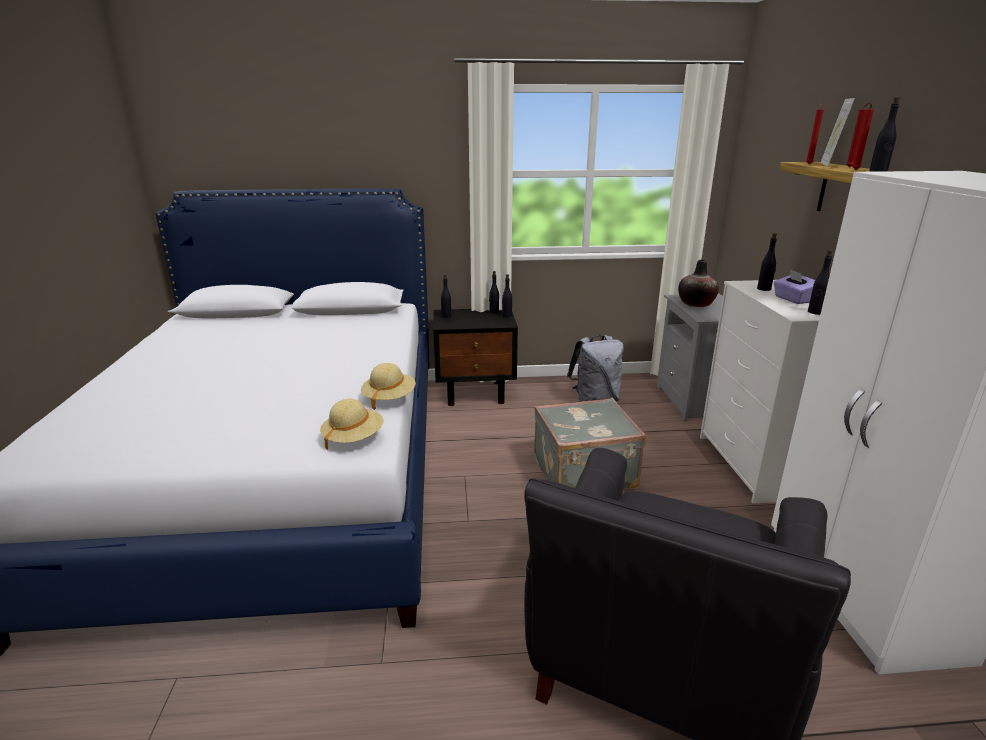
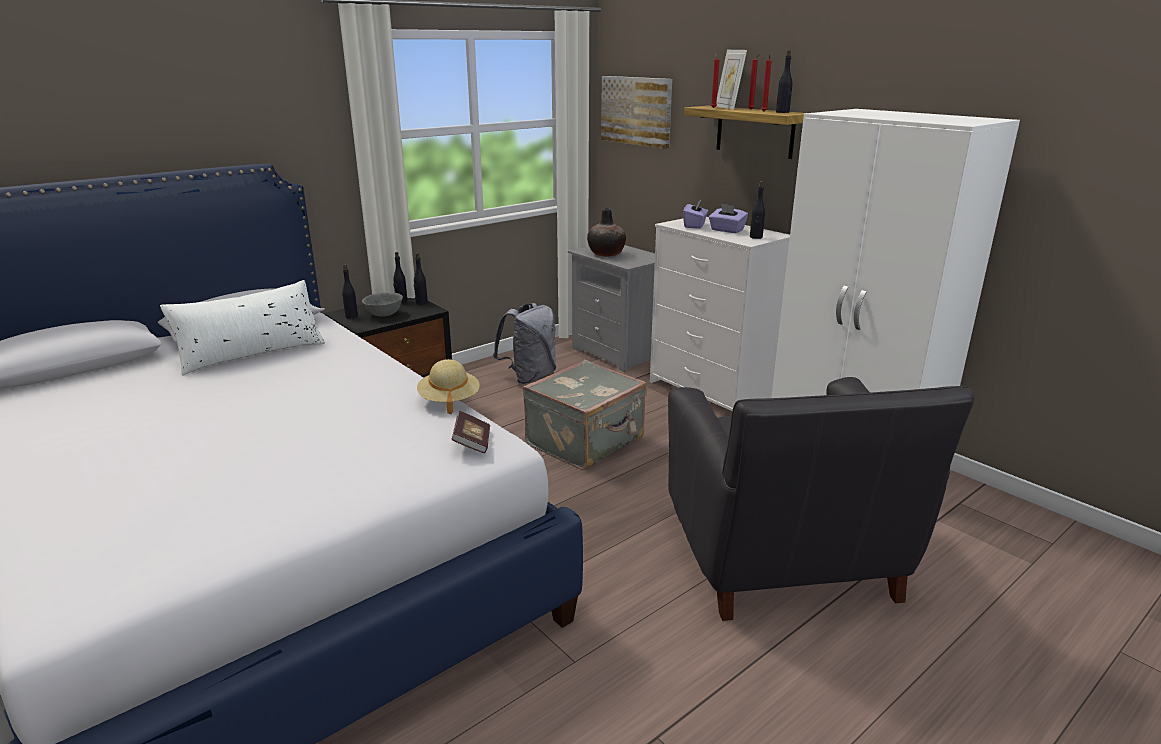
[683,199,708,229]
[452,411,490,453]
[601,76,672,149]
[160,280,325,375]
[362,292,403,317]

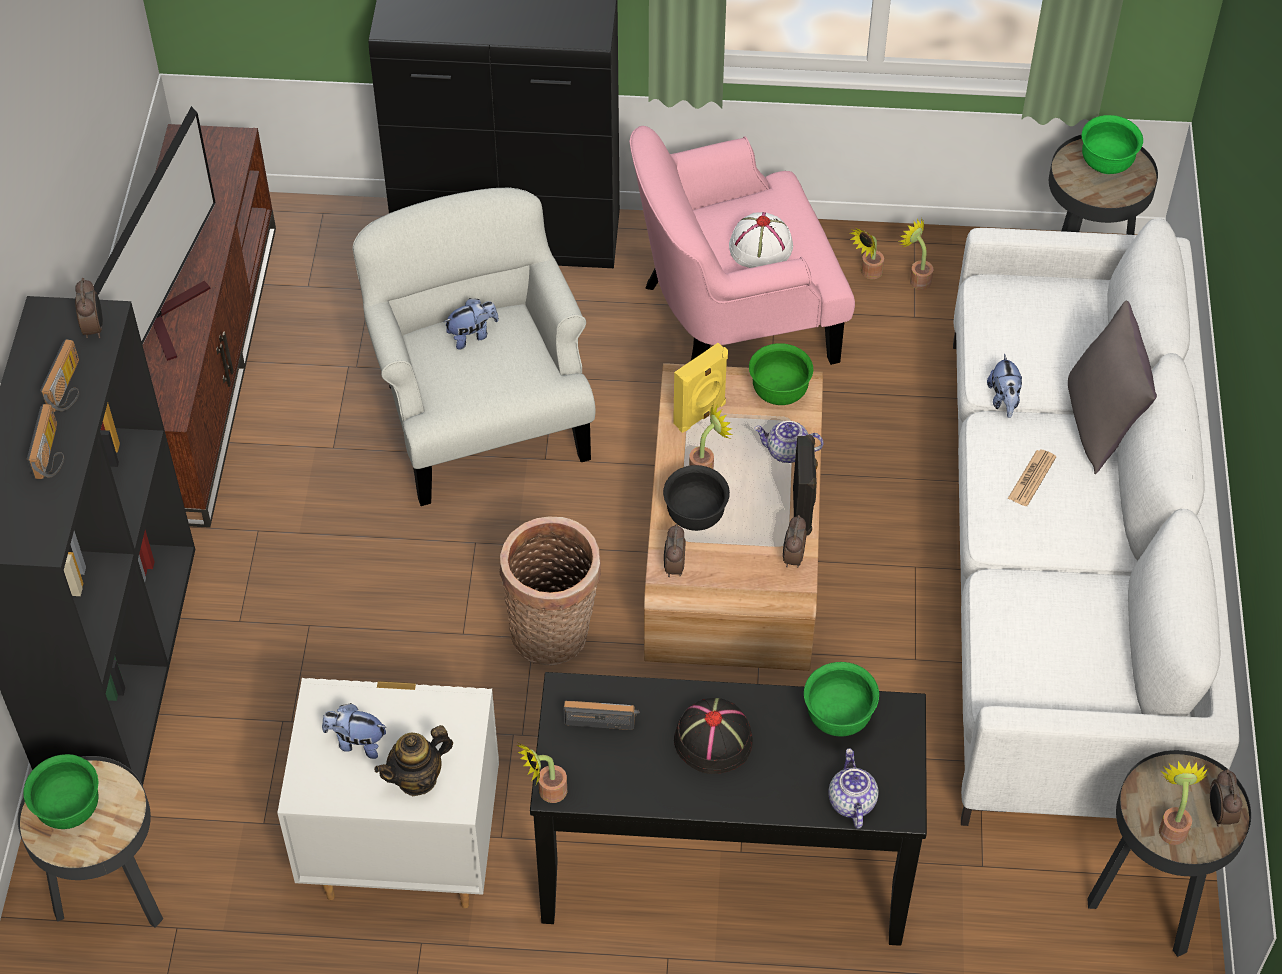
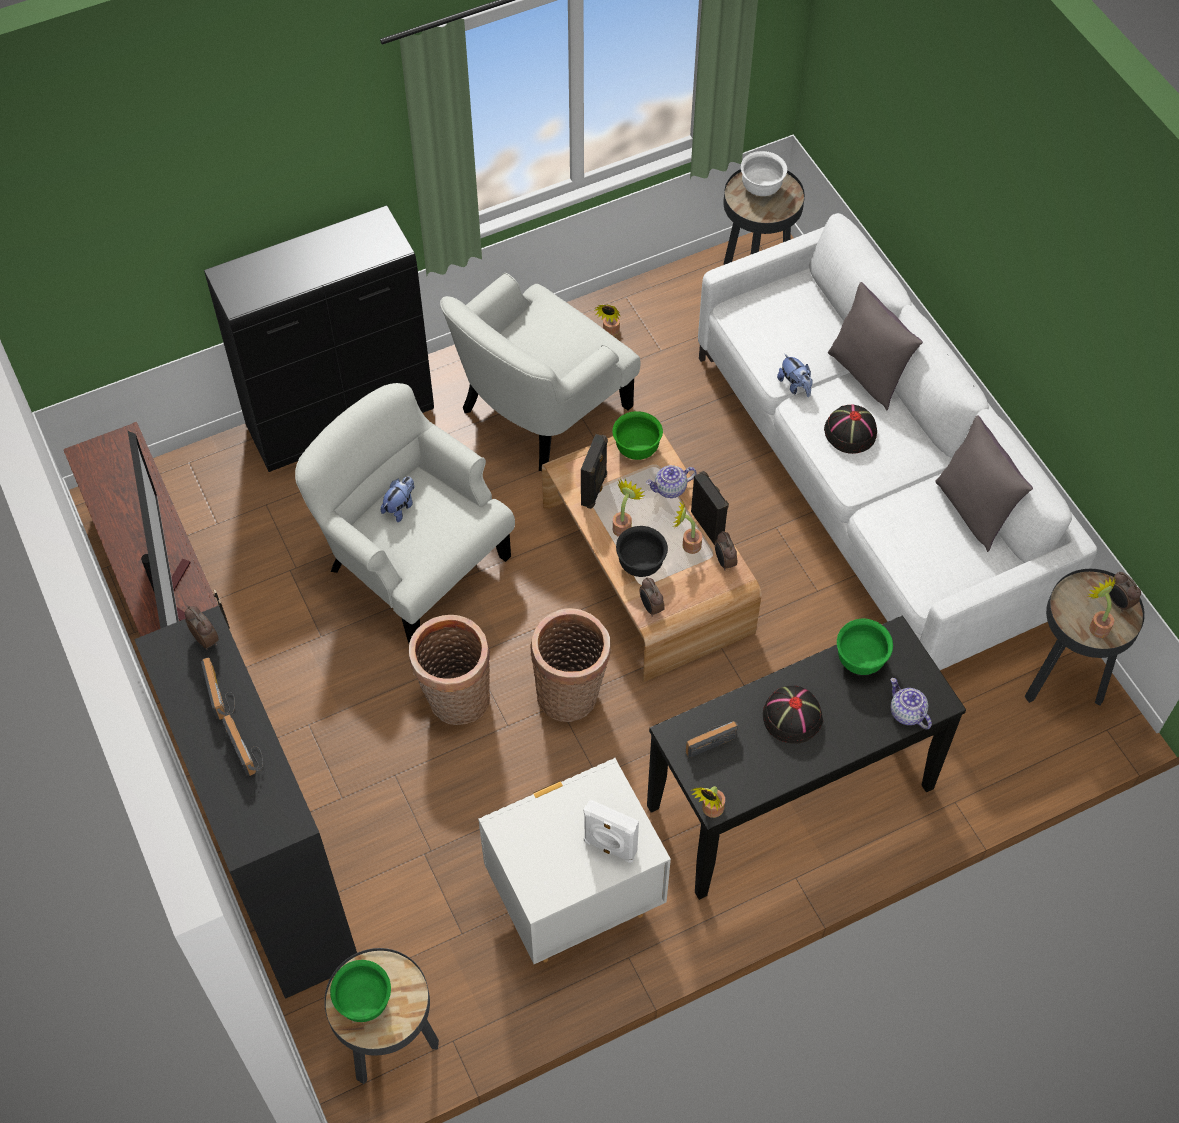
[741,151,787,196]
[440,273,641,471]
[729,212,793,268] (first image)
[673,501,703,554]
[581,434,608,509]
[824,405,877,454]
[322,703,387,759] (first image)
[584,799,639,862]
[935,416,1033,552]
[409,615,490,725]

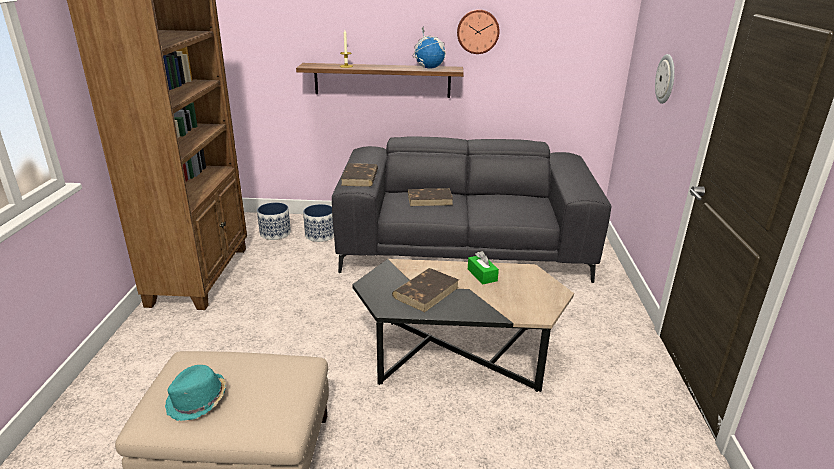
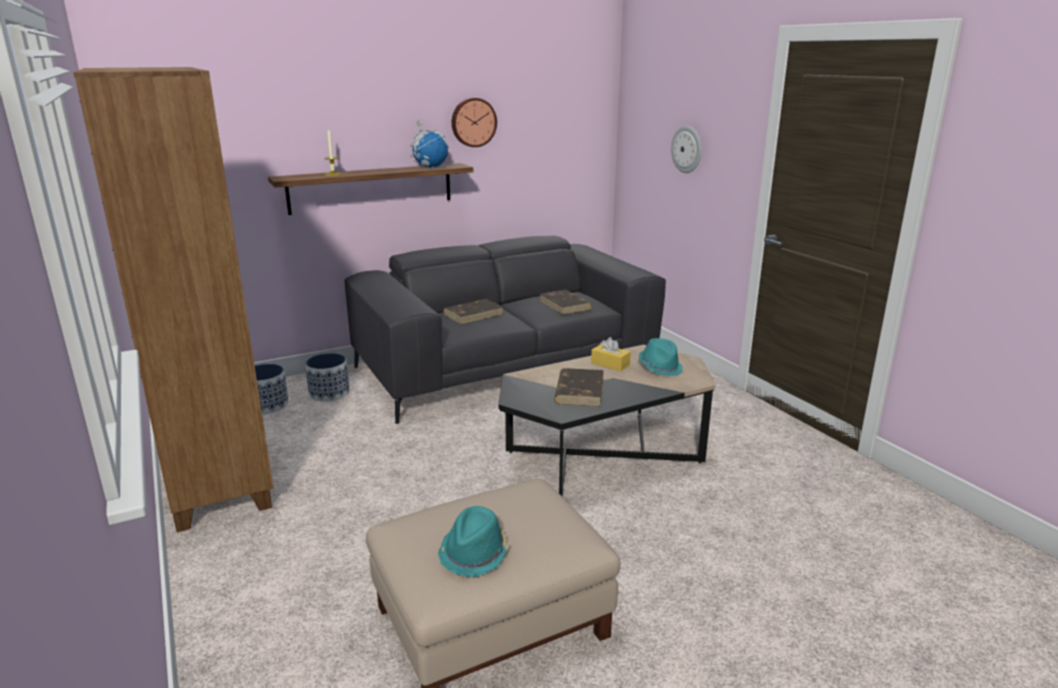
[540,290,592,315]
[591,337,631,371]
[639,338,683,376]

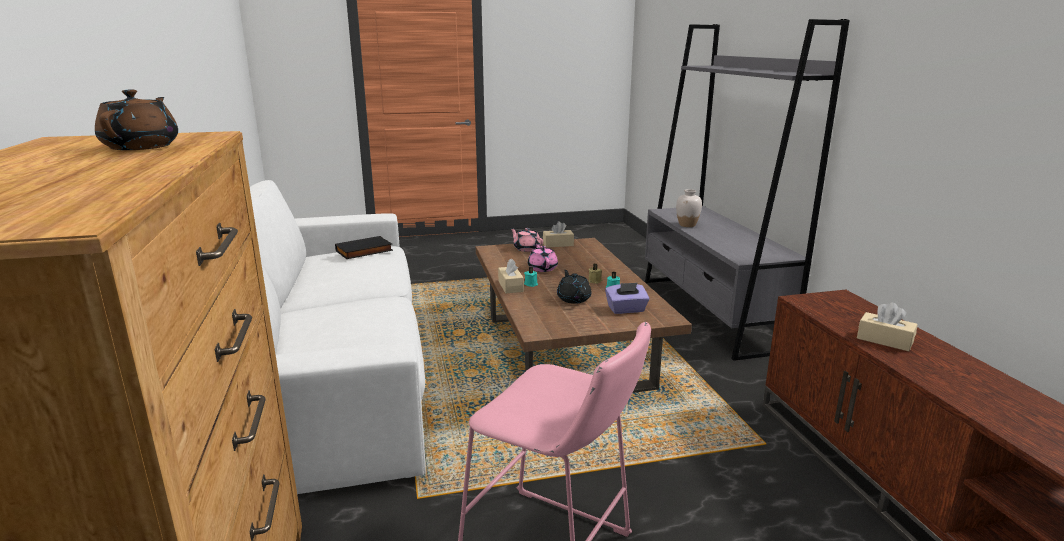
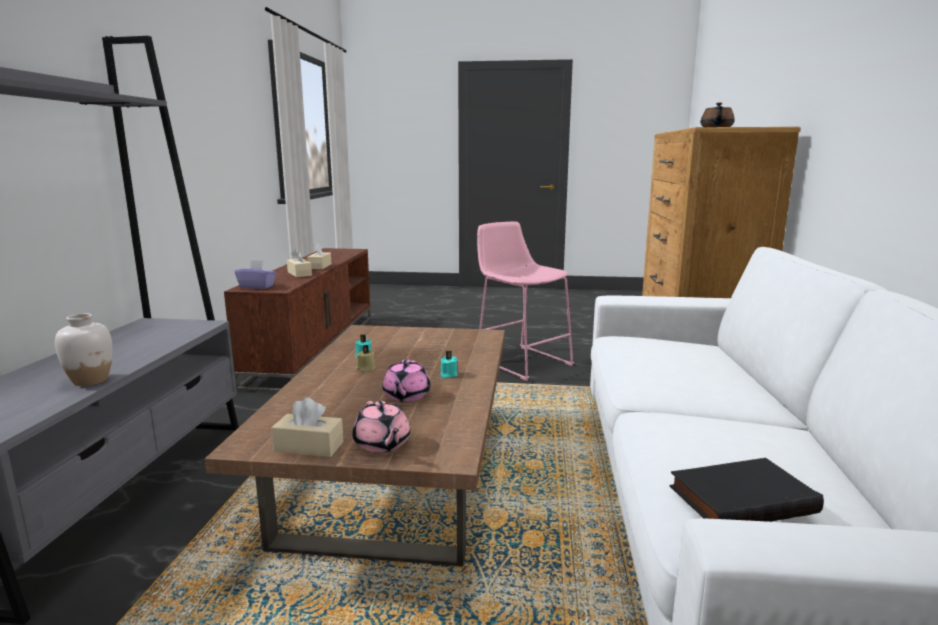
[307,243,332,269]
[557,270,591,304] (first image)
[235,260,276,289]

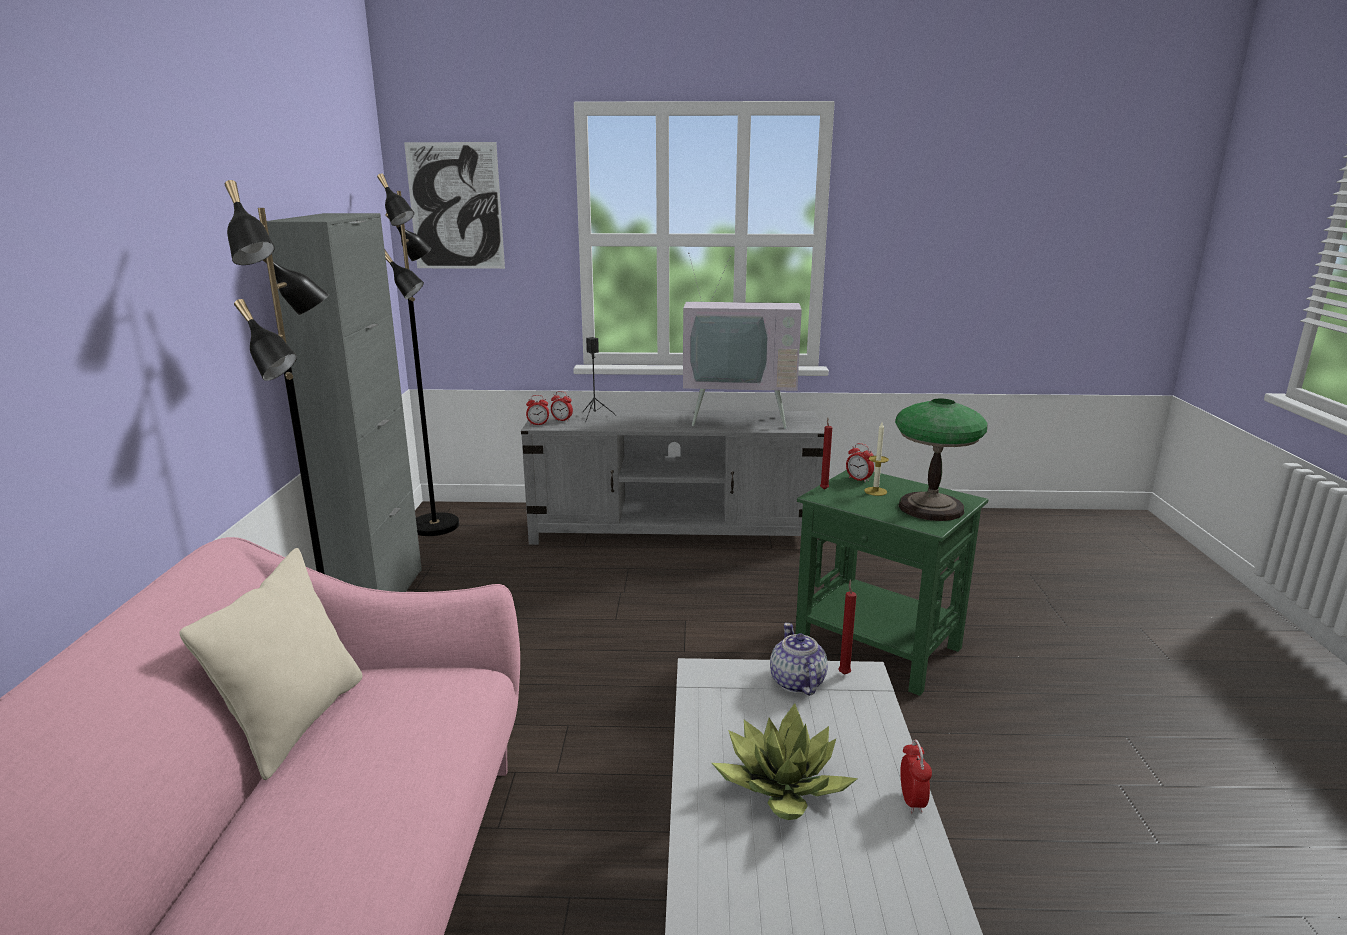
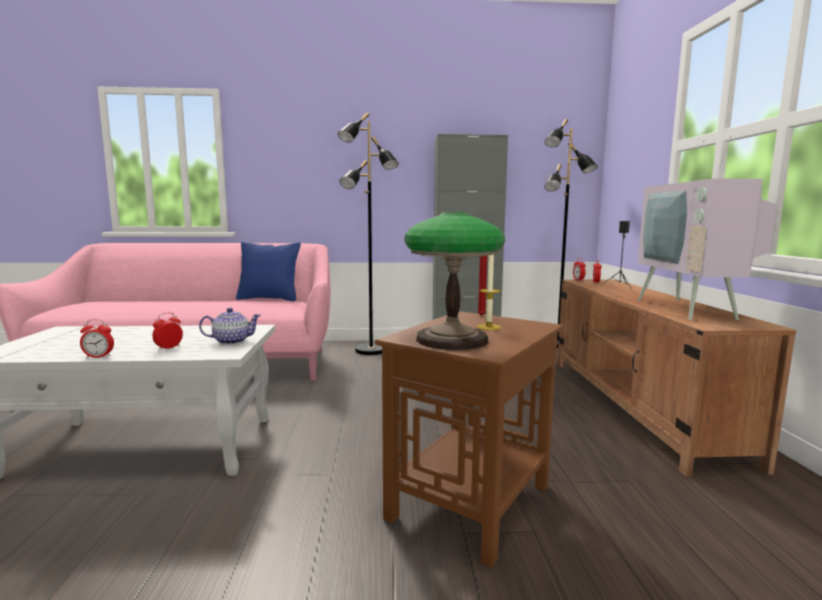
[404,142,505,269] (first image)
[557,279,796,477]
[152,312,183,351]
[375,311,563,568]
[236,242,301,301]
[838,579,857,675] (first image)
[712,703,858,820] (first image)

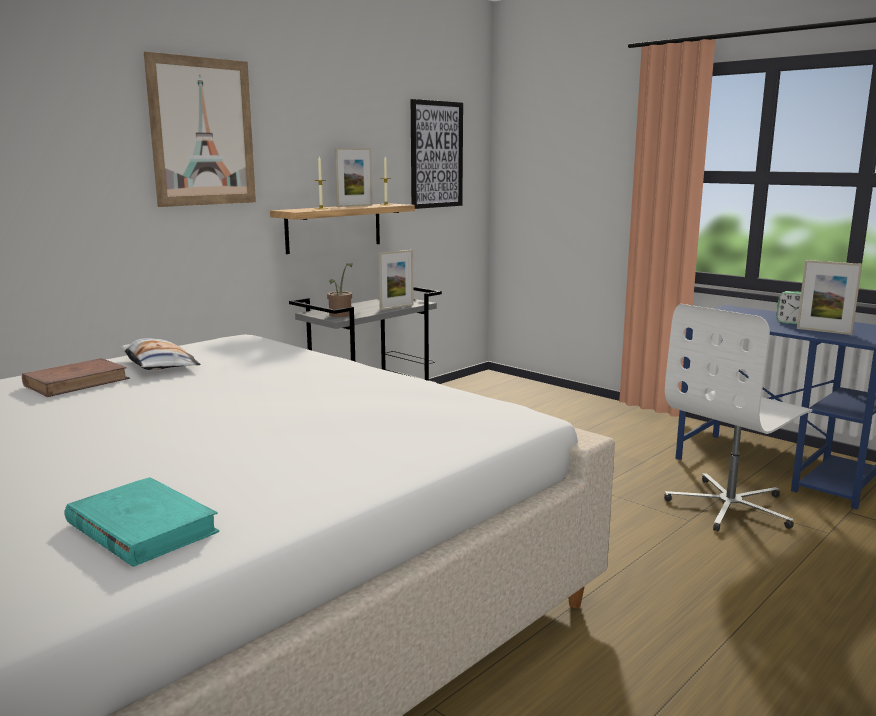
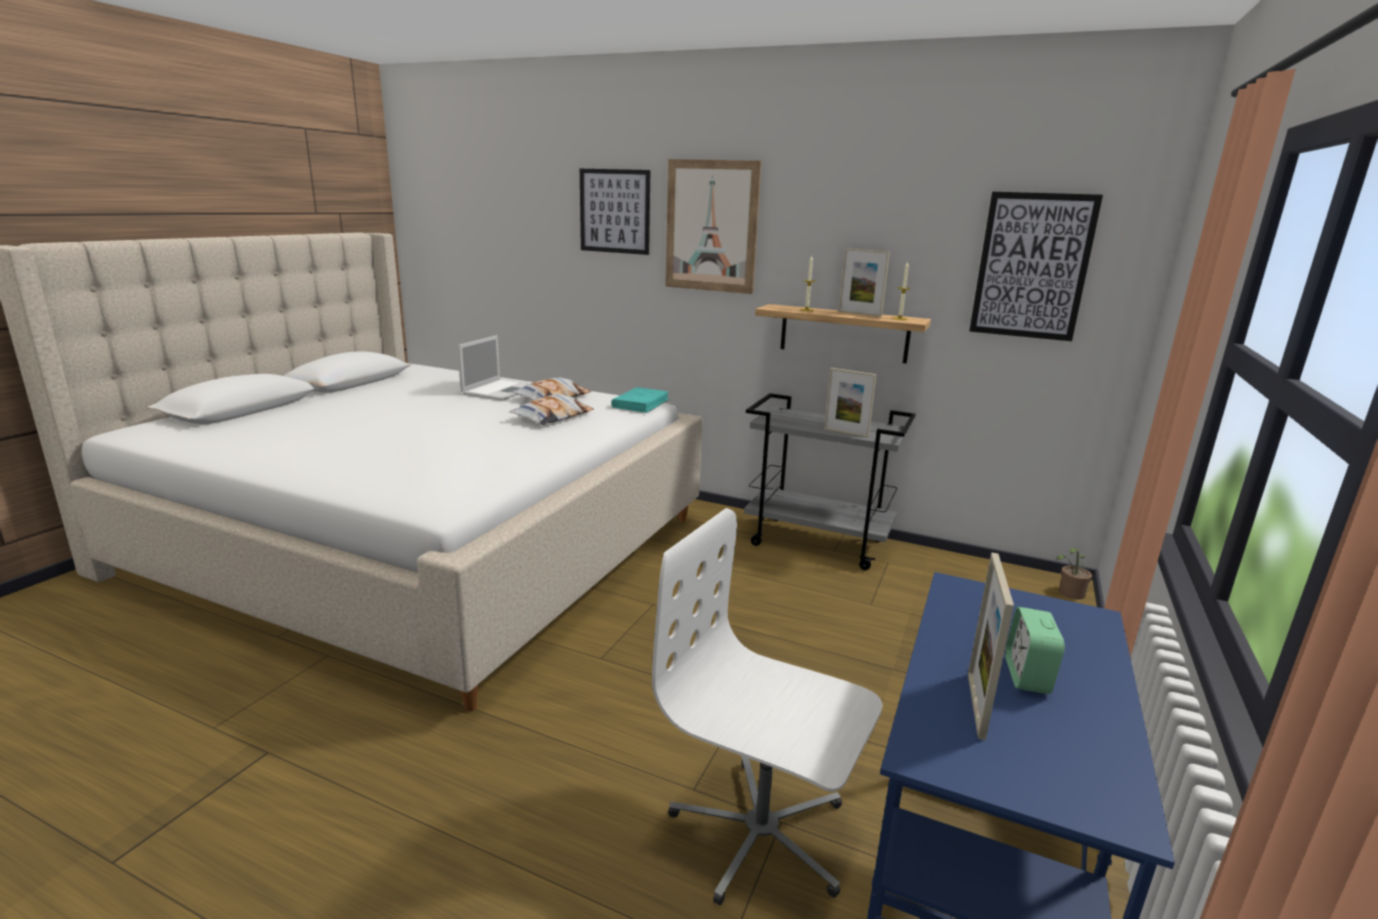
[1056,548,1092,600]
[457,335,530,401]
[611,387,670,413]
[580,169,650,255]
[509,394,594,425]

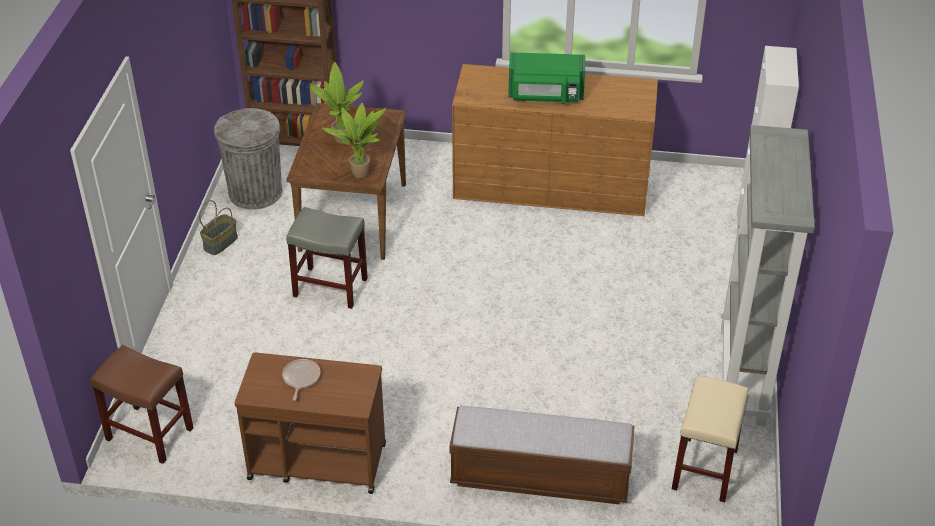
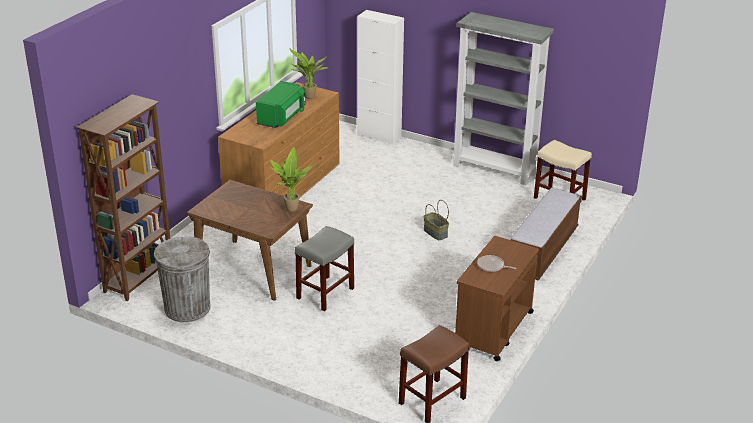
[289,48,329,99]
[423,200,449,240]

